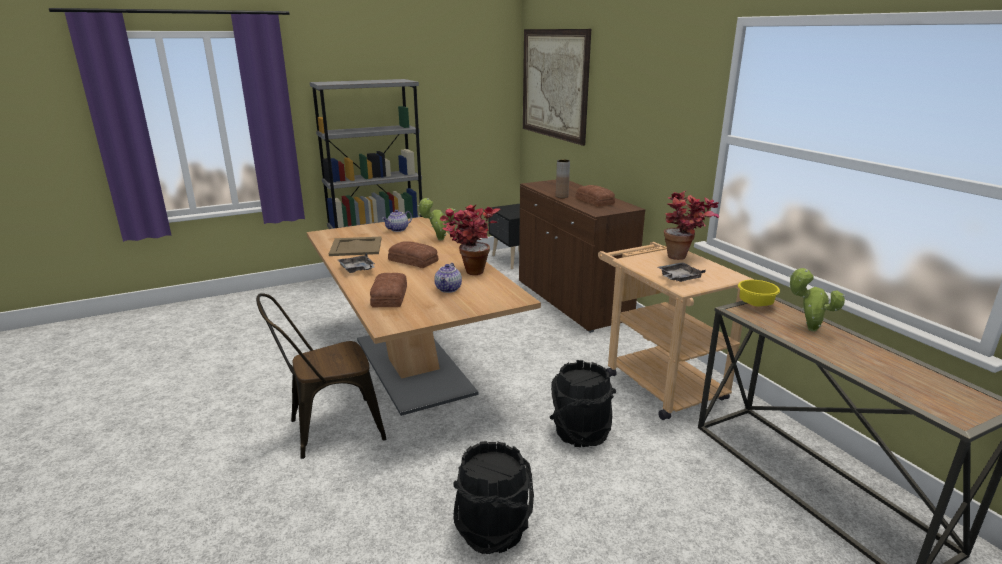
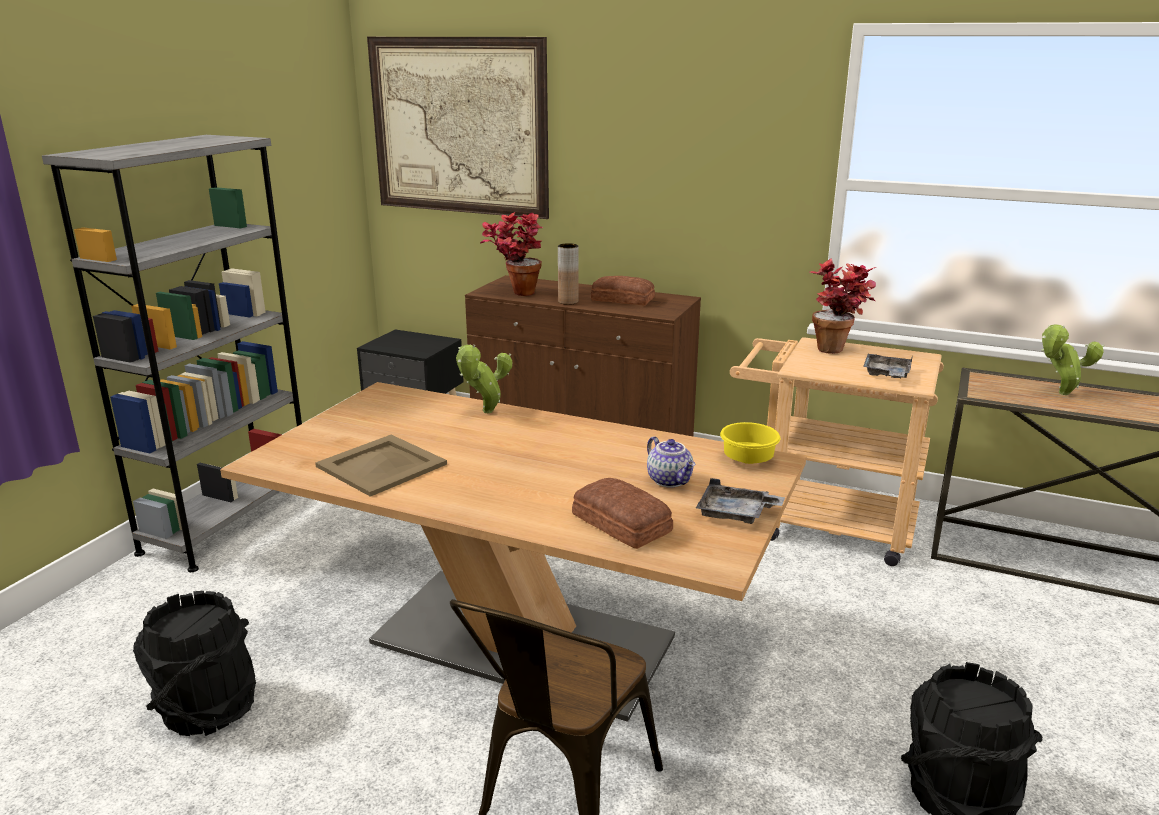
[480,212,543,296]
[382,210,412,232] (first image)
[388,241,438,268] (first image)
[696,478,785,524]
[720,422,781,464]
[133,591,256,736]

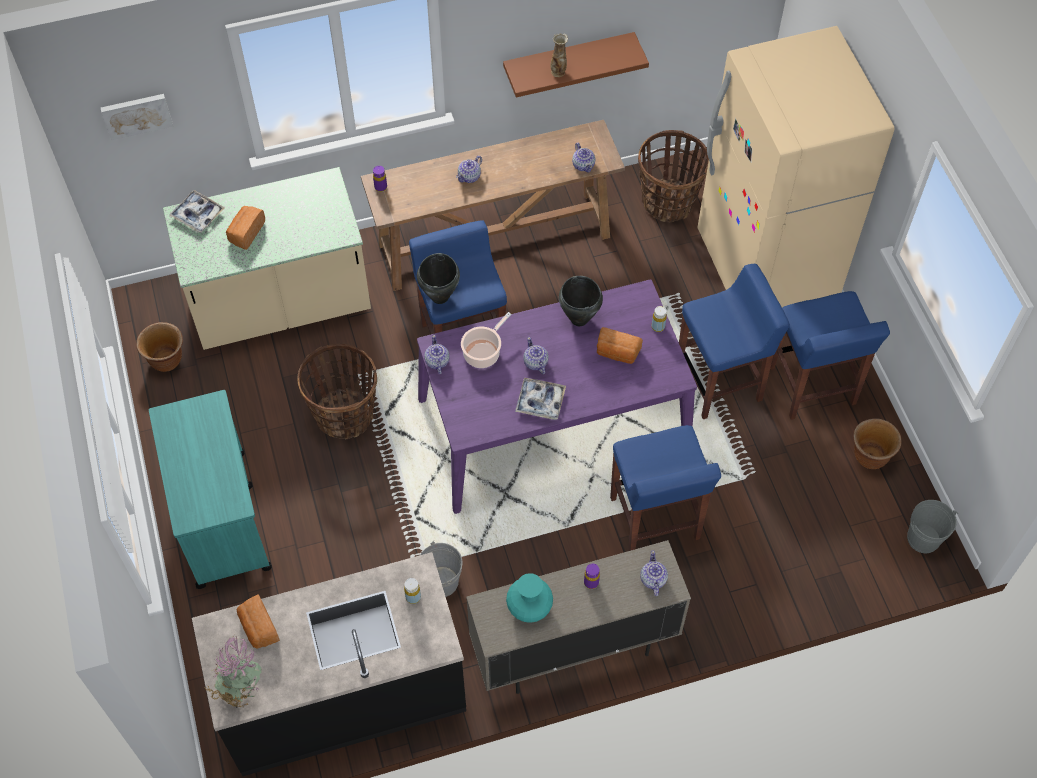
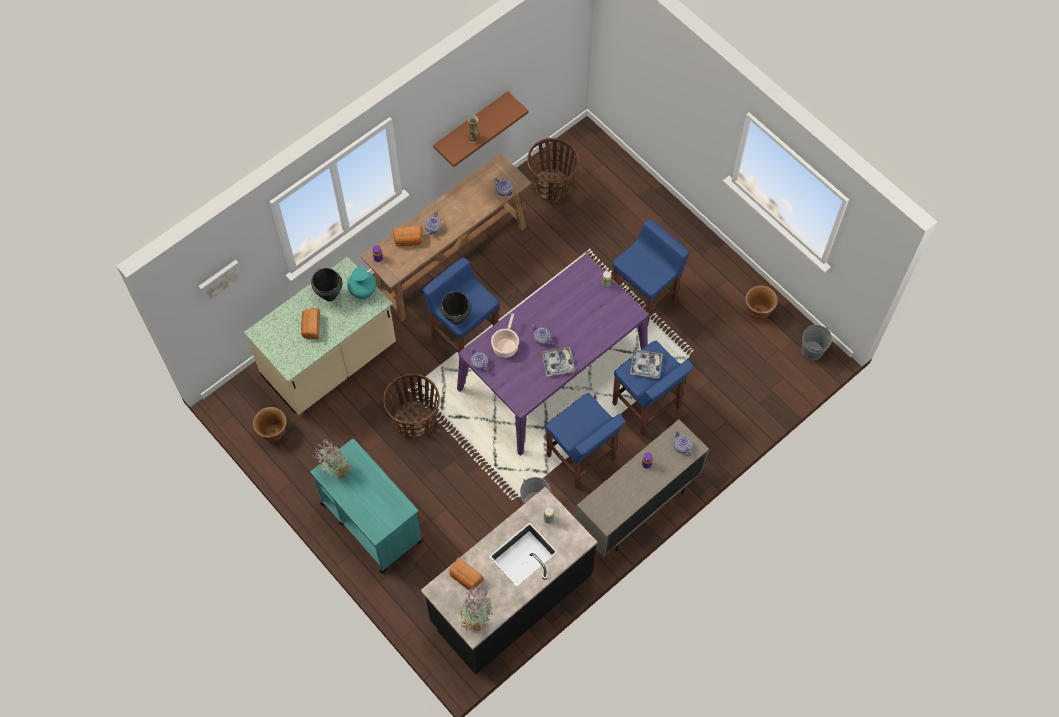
[697,26,894,307] (first image)
[630,350,663,378]
[311,268,342,301]
[545,393,625,489]
[393,226,422,246]
[347,267,376,299]
[314,439,351,482]

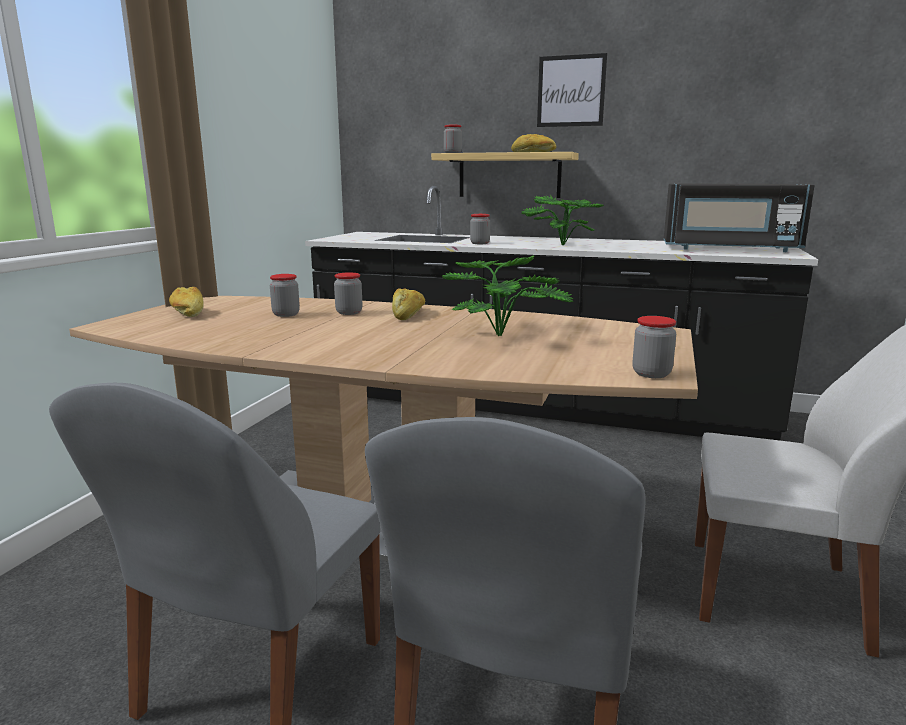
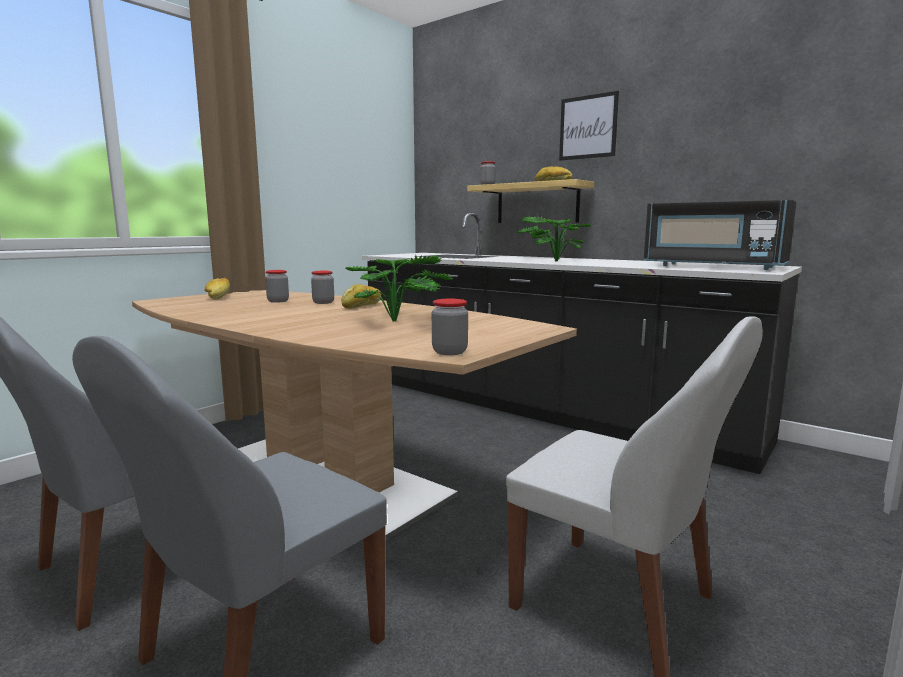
[470,214,490,244] (first image)

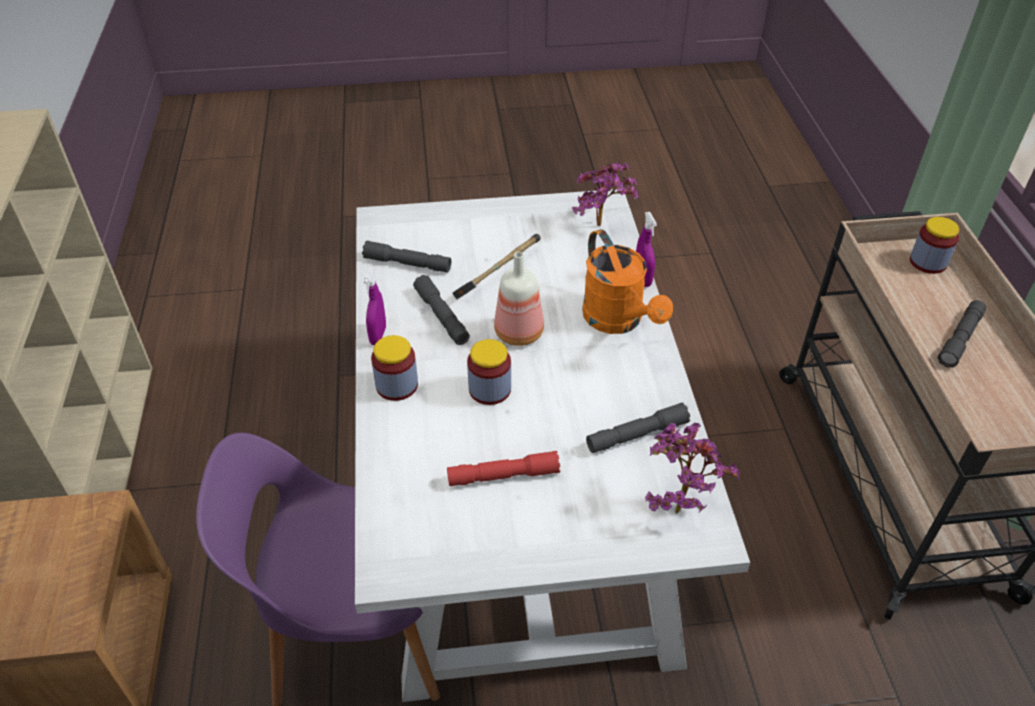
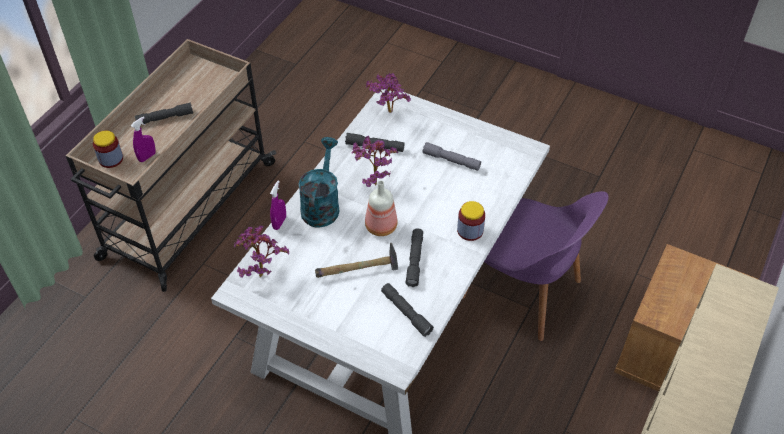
[298,137,339,228]
[131,116,156,162]
[467,339,511,405] (first image)
[422,142,481,171]
[351,136,398,187]

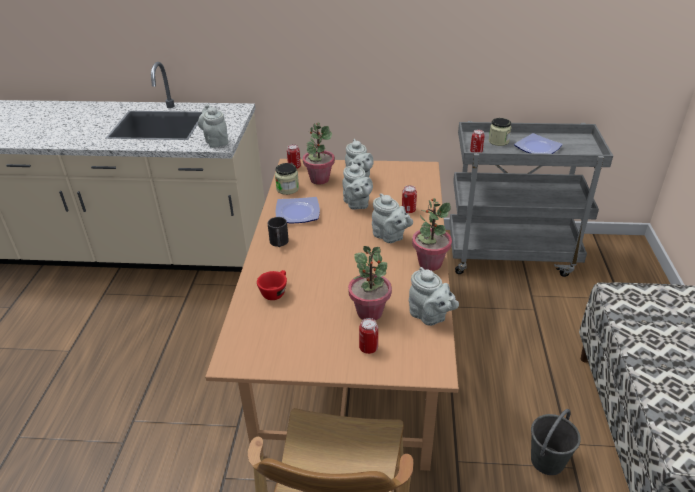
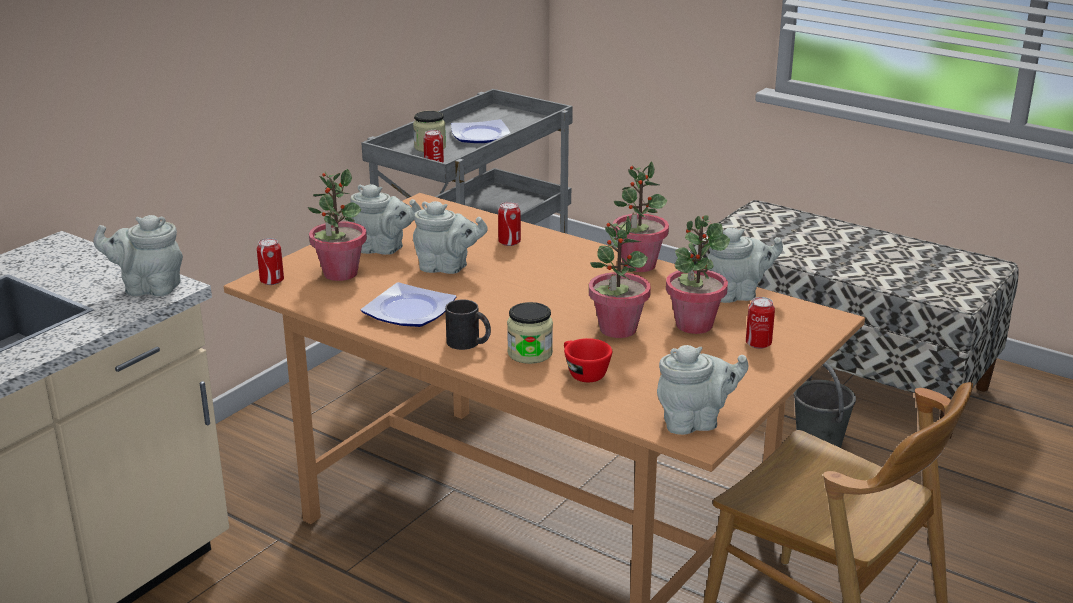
[507,302,553,364]
[657,345,748,435]
[589,216,651,338]

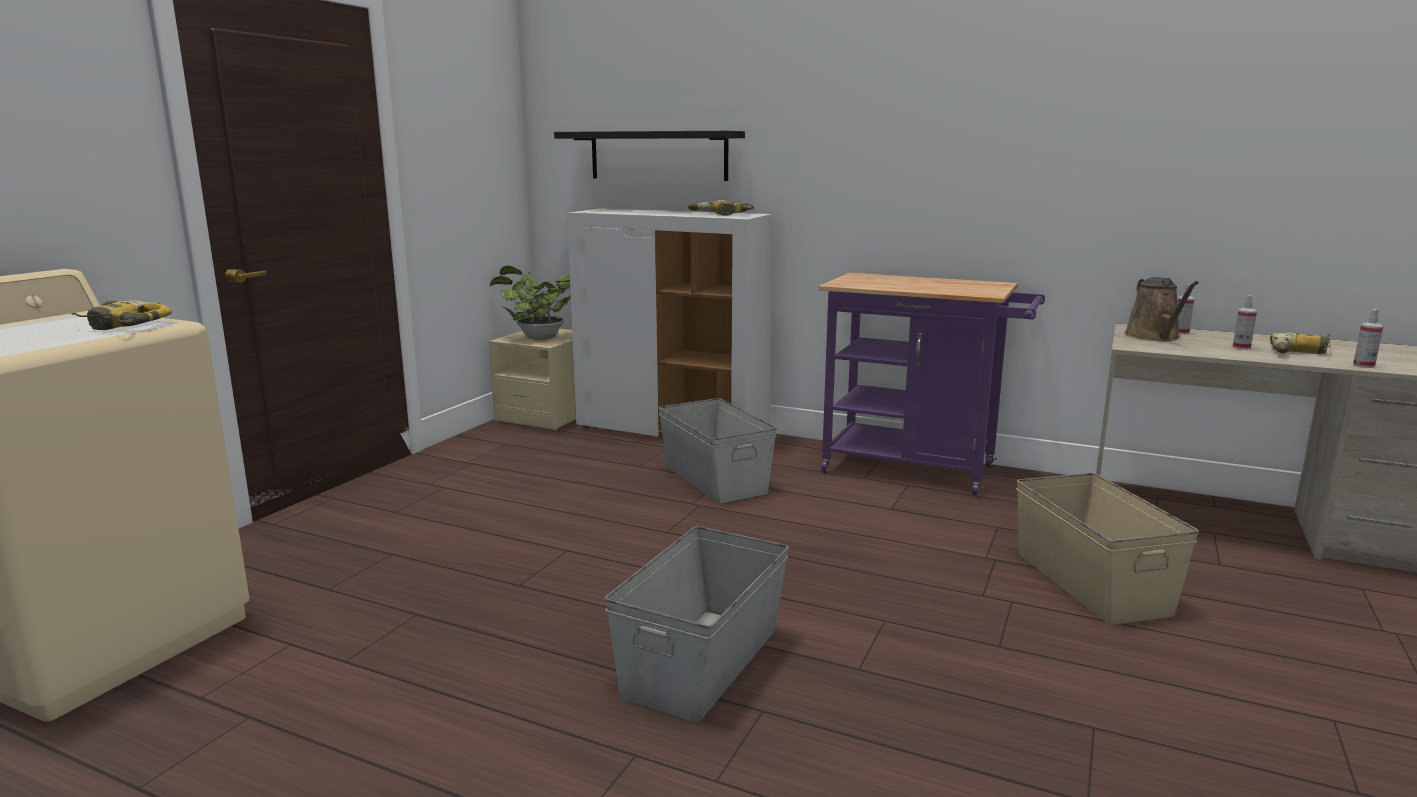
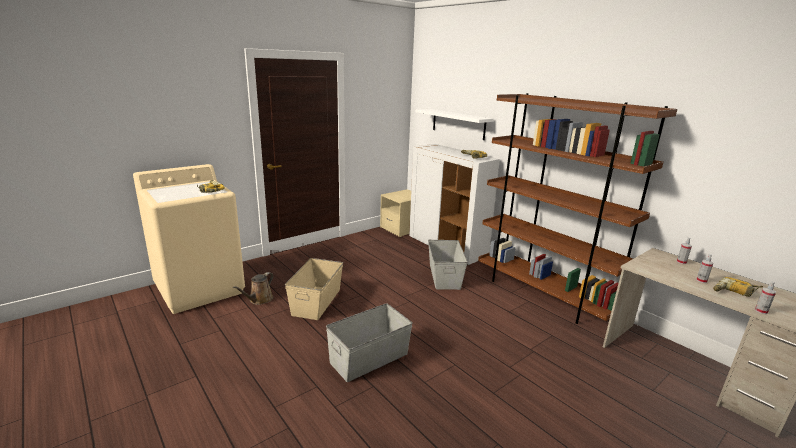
[416,109,494,140]
[490,265,571,340] (first image)
[478,93,677,324]
[233,272,273,305]
[285,258,343,320]

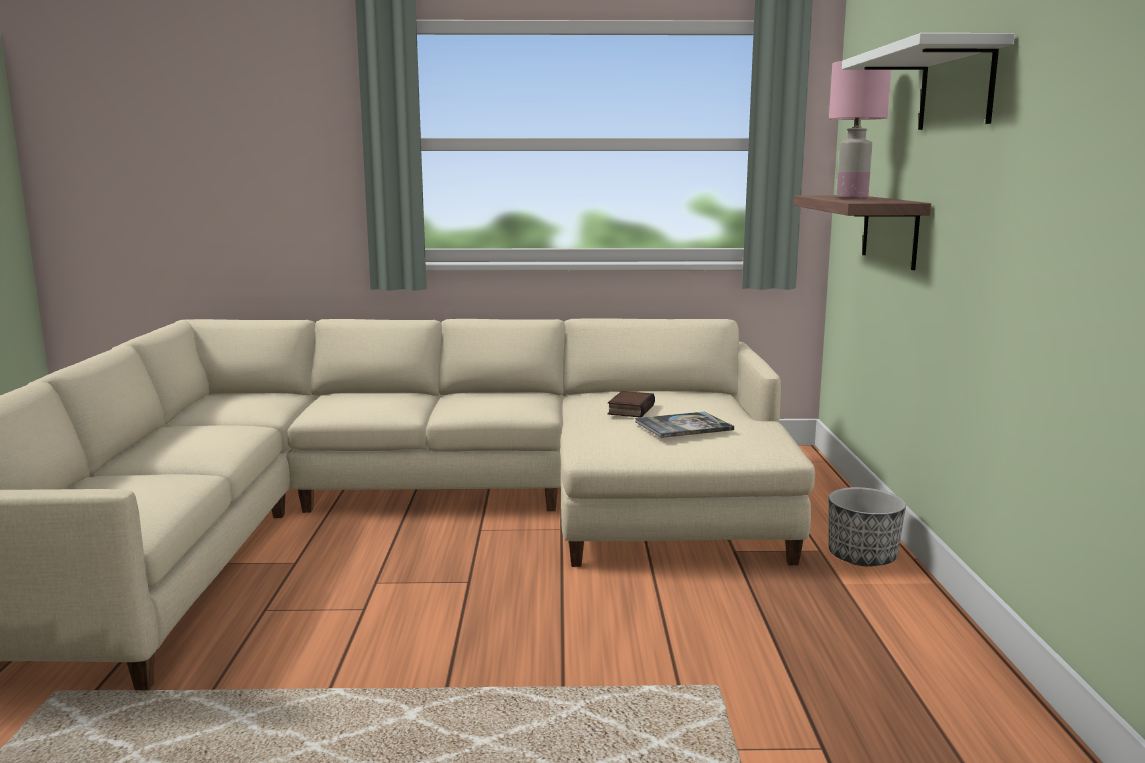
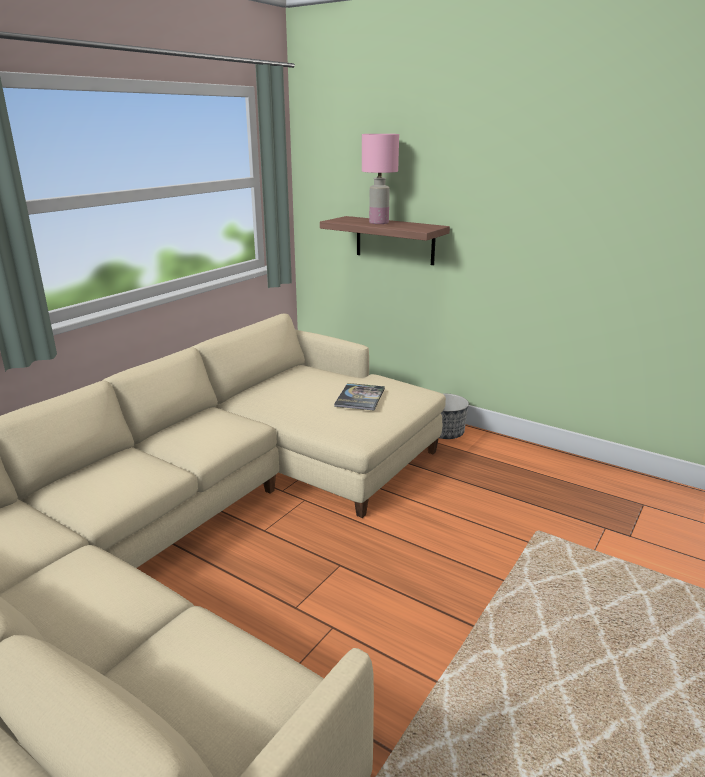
[842,33,1015,130] (first image)
[608,391,655,418] (first image)

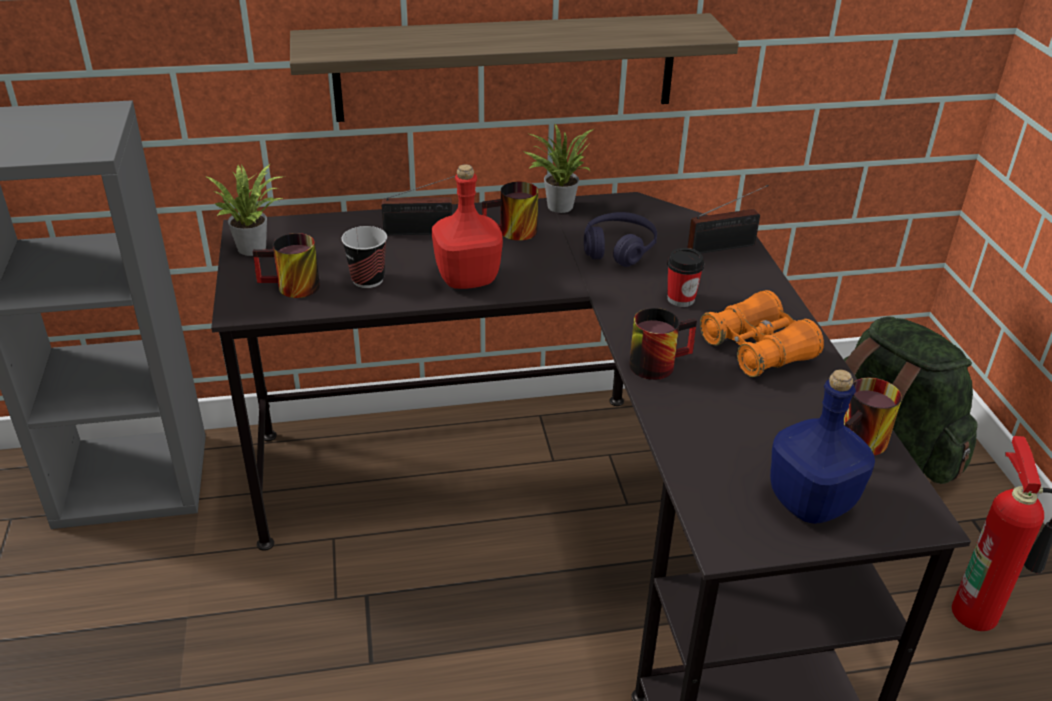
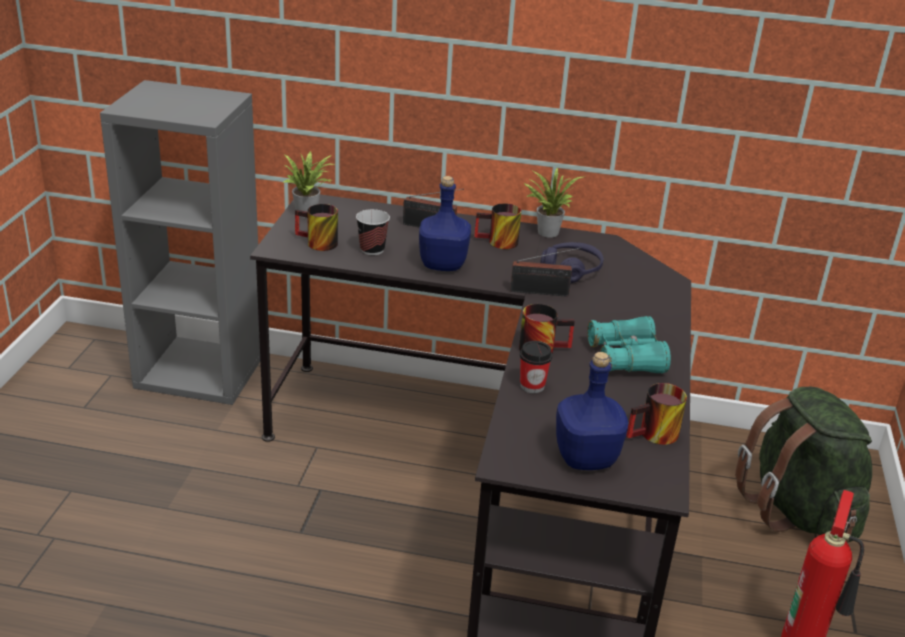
[290,13,739,122] (first image)
[419,176,471,271]
[510,247,581,297]
[520,341,552,393]
[587,316,671,374]

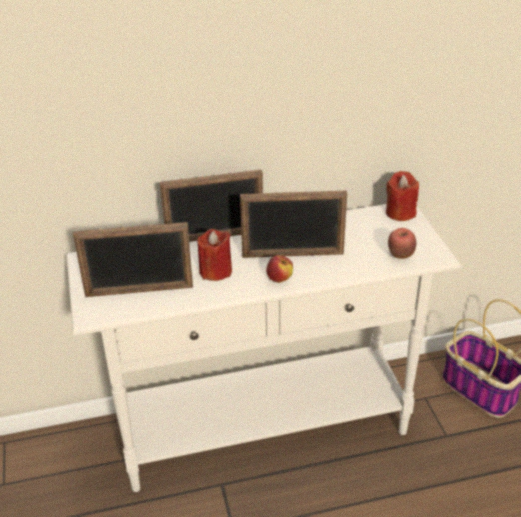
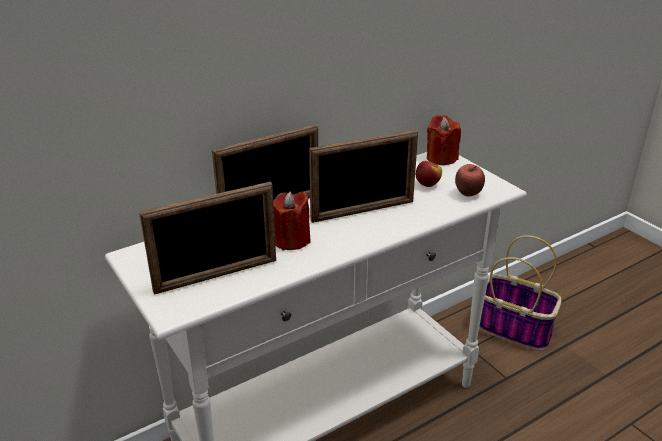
[416,161,442,187]

